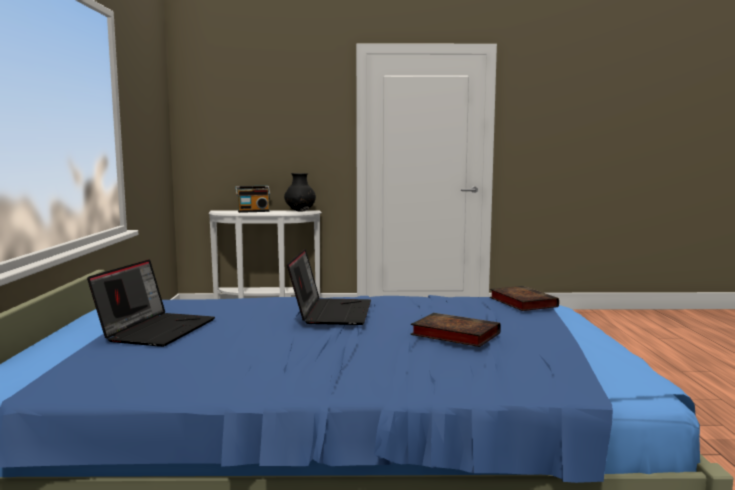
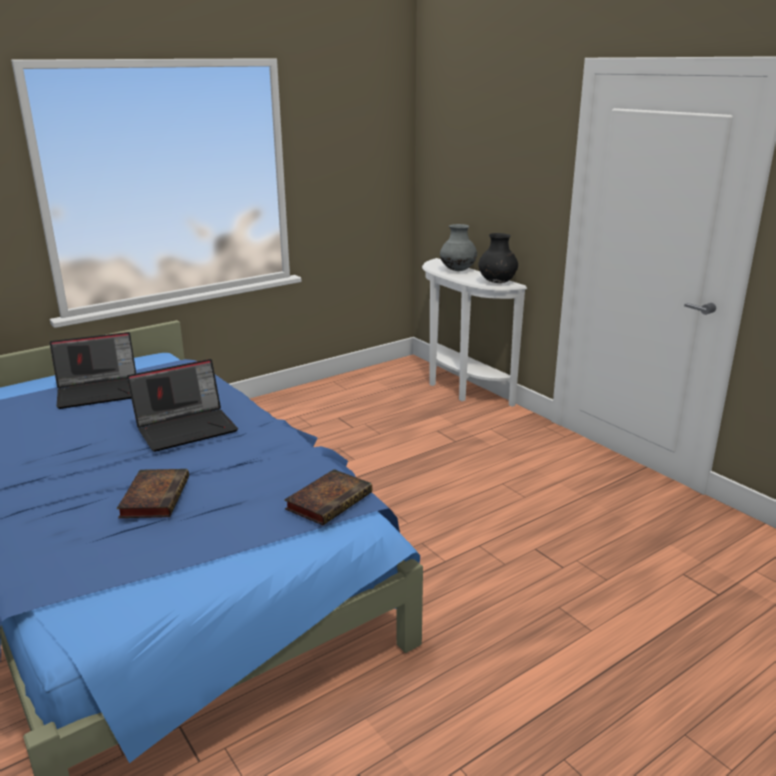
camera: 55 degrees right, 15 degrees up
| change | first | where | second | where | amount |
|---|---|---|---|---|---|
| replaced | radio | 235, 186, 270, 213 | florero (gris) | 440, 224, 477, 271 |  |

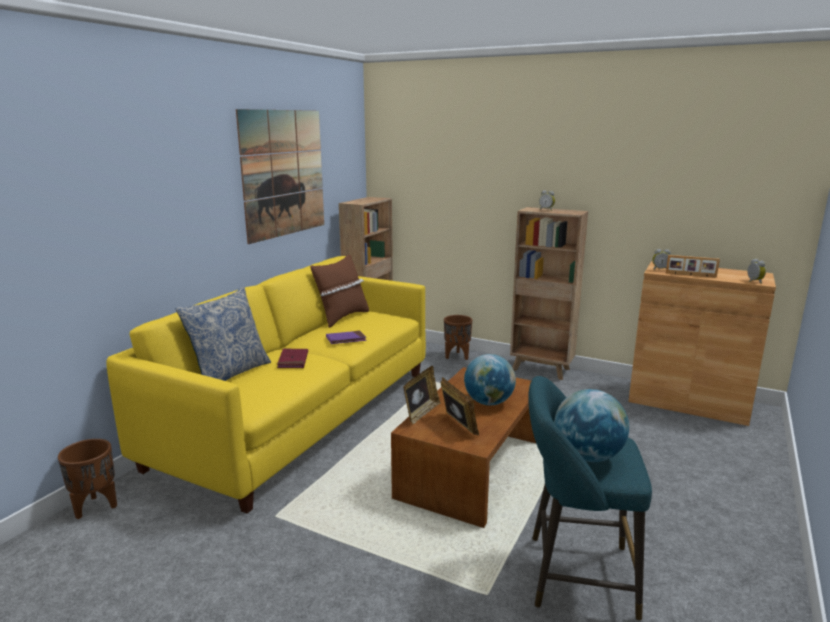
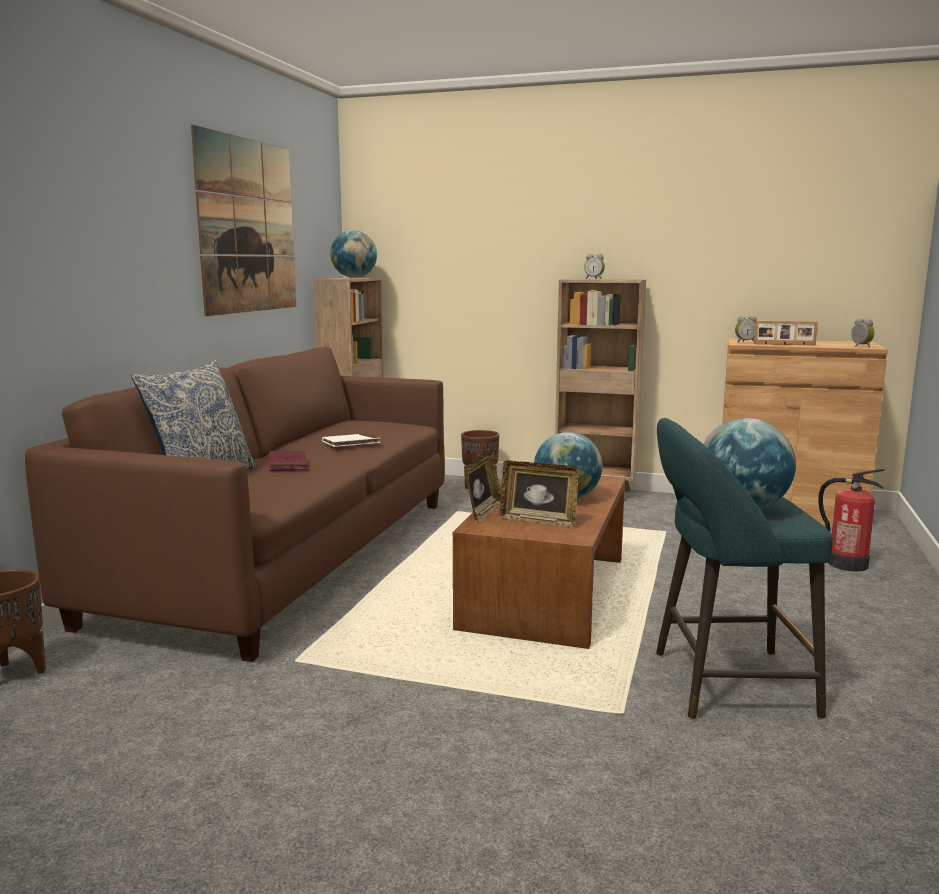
camera: 10 degrees left, 5 degrees down
| change | first | where | second | where | amount |
|---|---|---|---|---|---|
| recoloured | sofá (amarillo) | 106, 256, 426, 513 | sofá (marrón) | 25, 347, 445, 662 |  |
| recoloured | libro (morado) | 326, 330, 366, 344 | libro (blanco) | 322, 433, 381, 447 |  |
| added |  |  | globo terráqueo | 330, 230, 377, 278 |  |
| turned | portarretratos | 440, 377, 479, 435 |  | 499, 460, 579, 527 | 150 degrees clockwise |
| added |  |  | extintor | 818, 469, 885, 572 |  |
| removed | cojín (marrón) | 310, 255, 369, 328 |  |  |  |

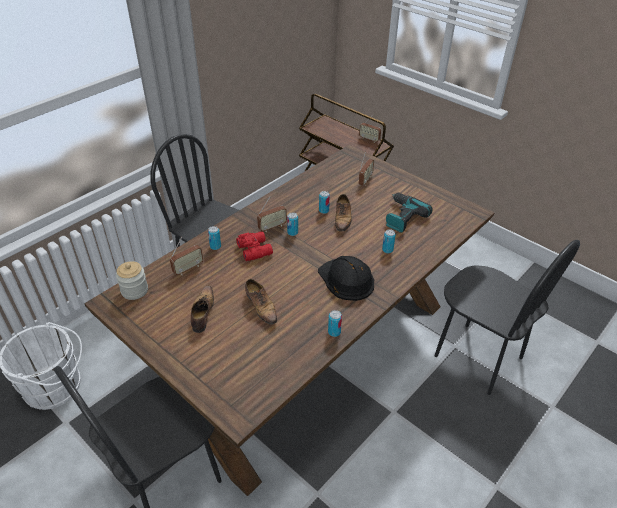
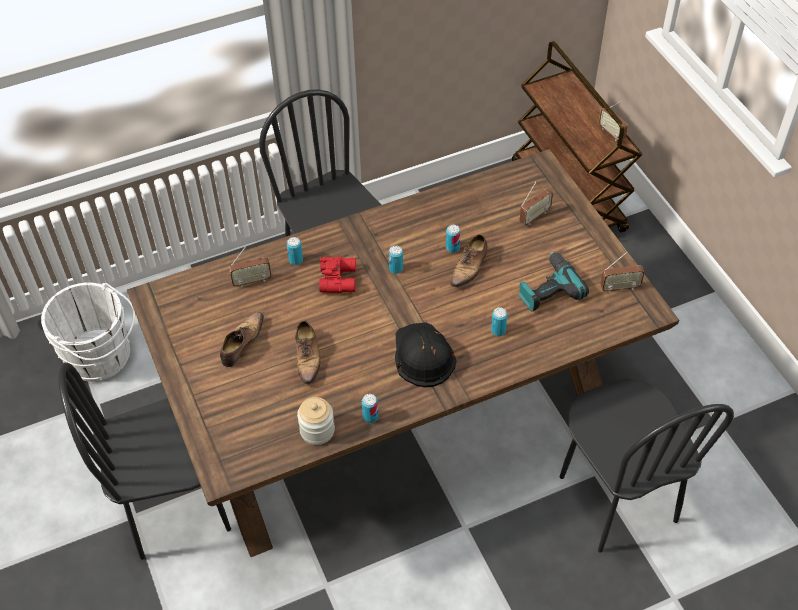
camera: 25 degrees right, 10 degrees up
| change | first | where | second | where | amount |
|---|---|---|---|---|---|
| moved | tarro | 116, 261, 148, 300 |  | 297, 397, 335, 445 |  |
| moved | radio | 257, 196, 287, 232 |  | 600, 252, 645, 293 |  |

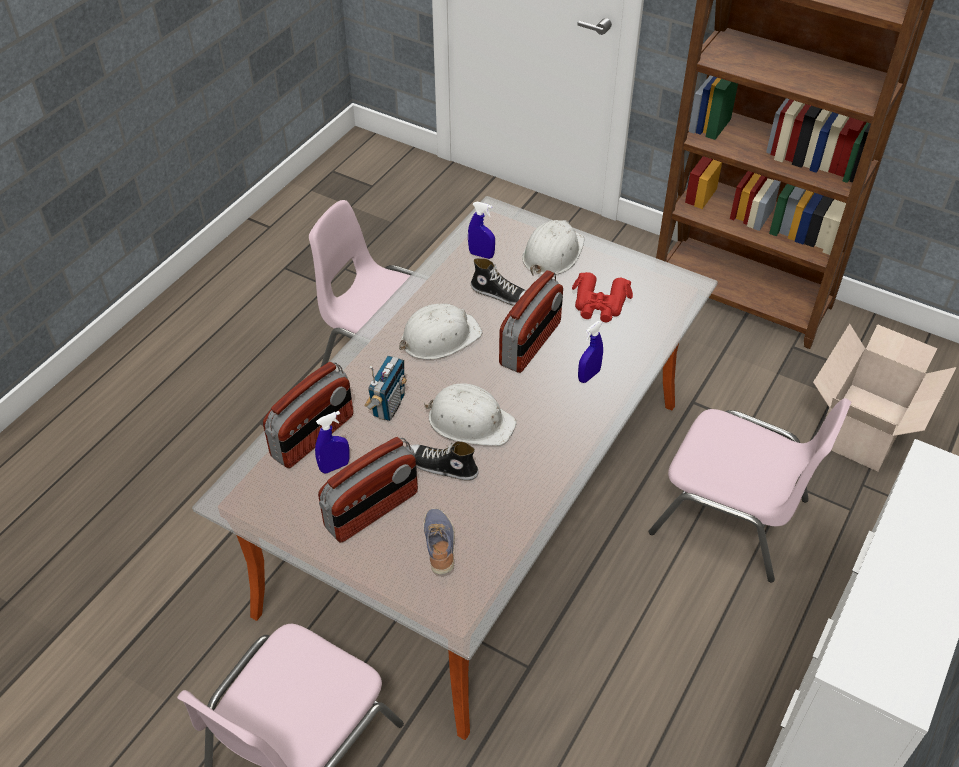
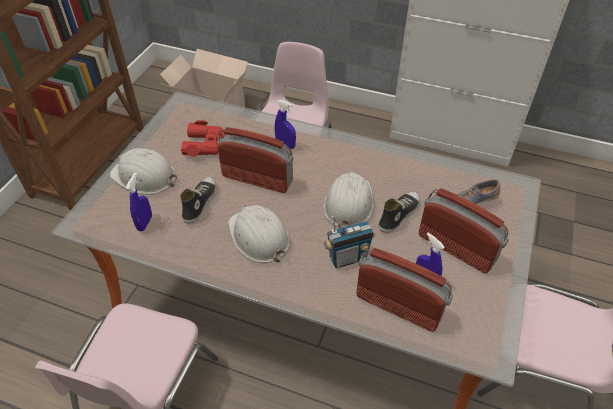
camera: 100 degrees left, 0 degrees up
| change | first | where | second | where | amount |
|---|---|---|---|---|---|
| turned | radio | 364, 356, 407, 421 |  | 324, 216, 375, 268 | 150 degrees clockwise |
| turned | zapato | 410, 441, 479, 480 |  | 379, 191, 420, 233 | 150 degrees counterclockwise |

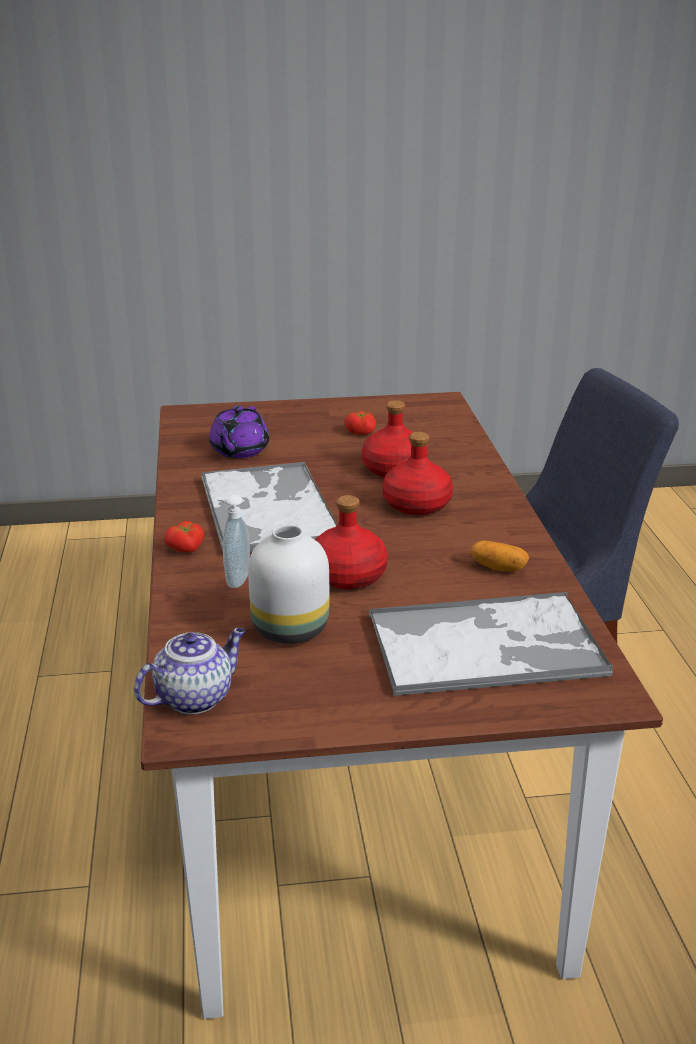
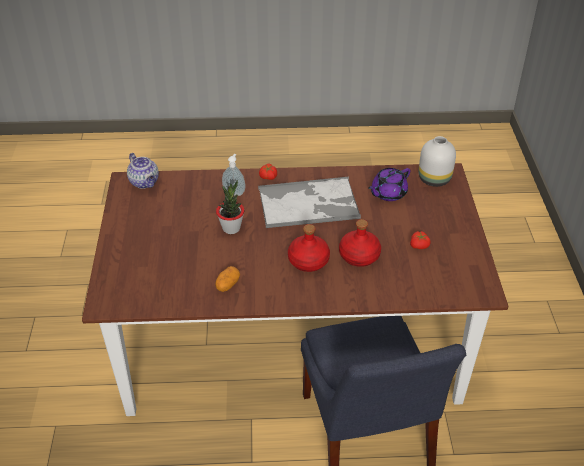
camera: 95 degrees right, 15 degrees up
| change | first | where | second | where | amount |
|---|---|---|---|---|---|
| replaced | botella (rojo) | 314, 495, 388, 589 | planta en maceta | 216, 180, 244, 234 |  |
| turned | tetera (morado) | 209, 406, 269, 458 |  | 368, 168, 410, 201 | 60 degrees counterclockwise |
| moved | florero (blanco) | 248, 525, 329, 644 |  | 419, 136, 456, 187 |  |
| removed | bandeja | 369, 592, 613, 696 |  |  |  |

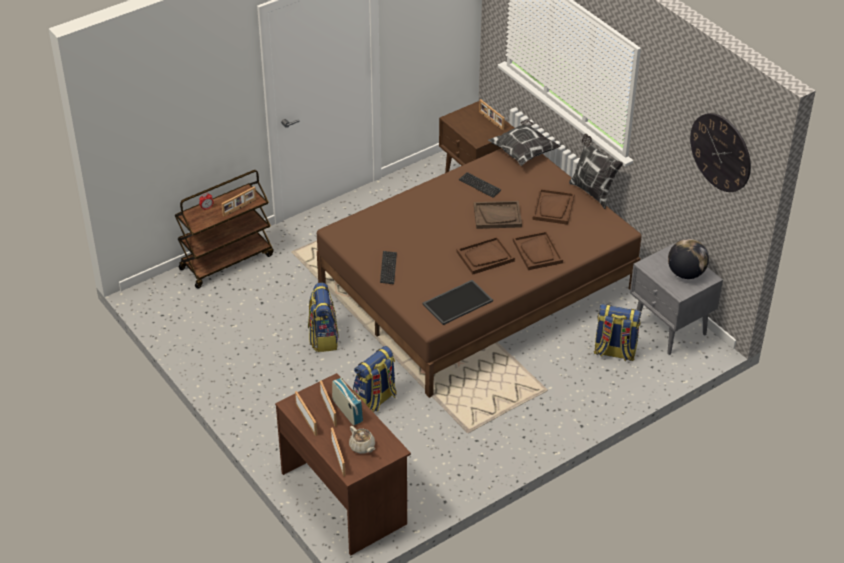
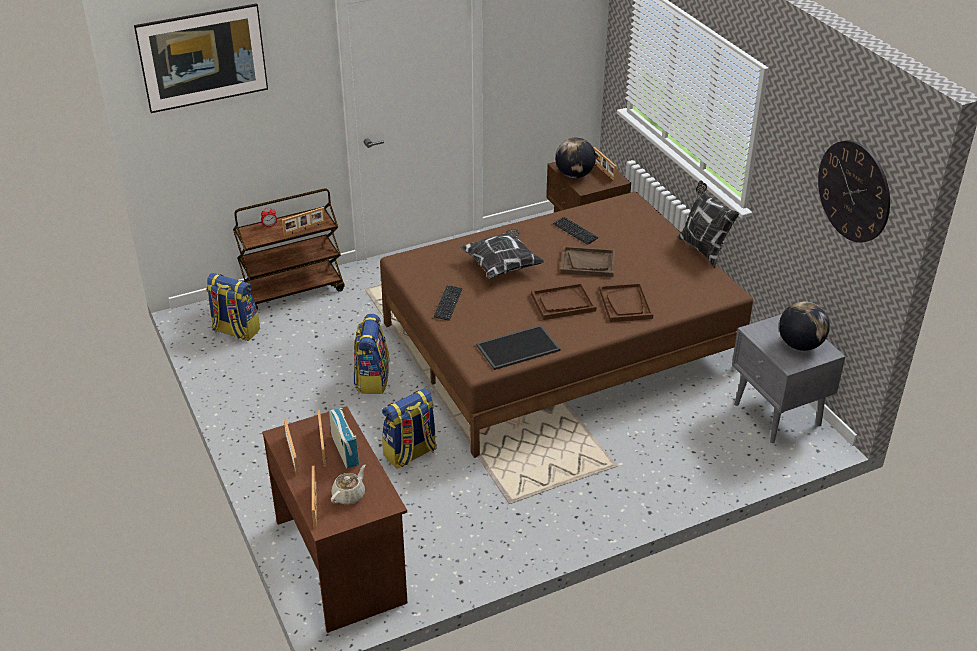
camera: 10 degrees right, 5 degrees down
| change | first | where | second | where | amount |
|---|---|---|---|---|---|
| added |  |  | cuadro | 134, 3, 268, 113 |  |
| moved | mochila | 594, 304, 642, 361 |  | 206, 273, 260, 341 |  |
| turned | tetera (beis) | 349, 426, 375, 454 |  | 331, 465, 366, 505 | 120 degrees counterclockwise |
| moved | cojín | 488, 119, 561, 166 |  | 460, 229, 545, 279 |  |
| added |  |  | globo terráqueo | 555, 138, 596, 178 |  |
| removed | bandeja (marrón) | 533, 188, 575, 225 |  |  |  |

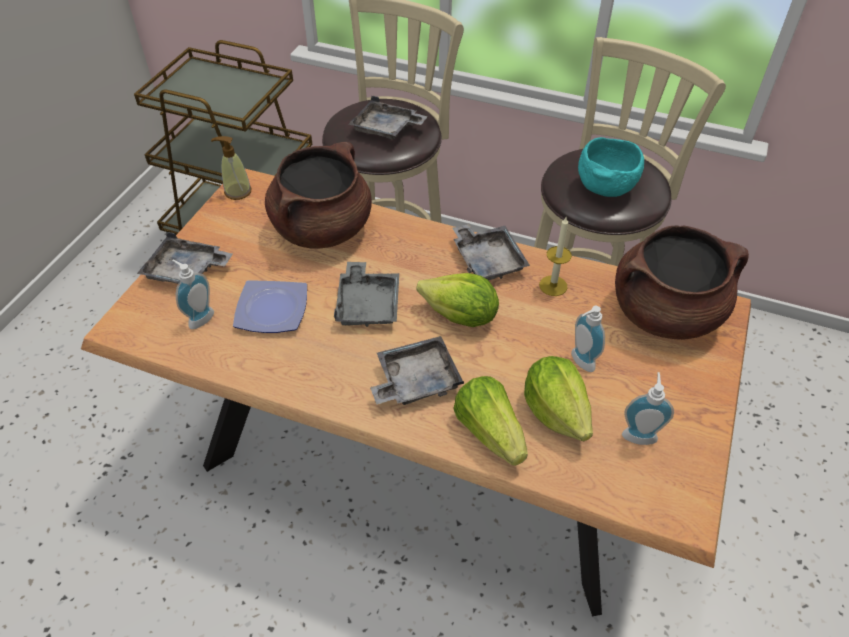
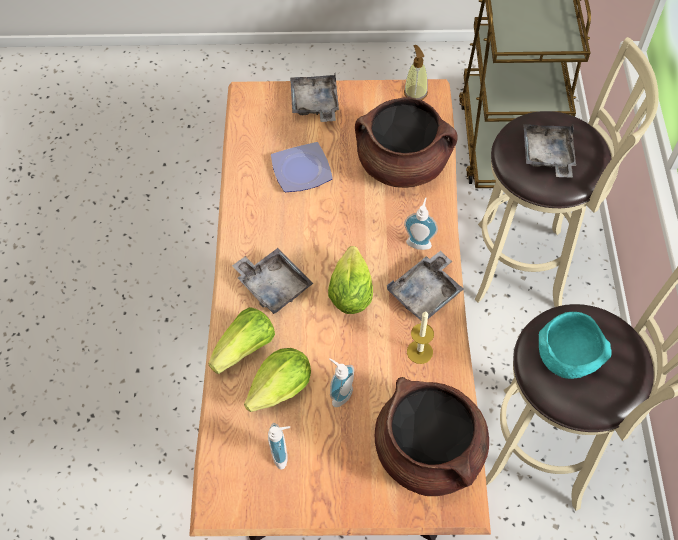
camera: 70 degrees right, 10 degrees up
| change | first | where | second | where | amount |
|---|---|---|---|---|---|
| moved | dispensador de jabón | 172, 260, 214, 329 |  | 404, 197, 438, 250 |  |
| removed | bandeja (gris) | 334, 262, 399, 327 |  |  |  |

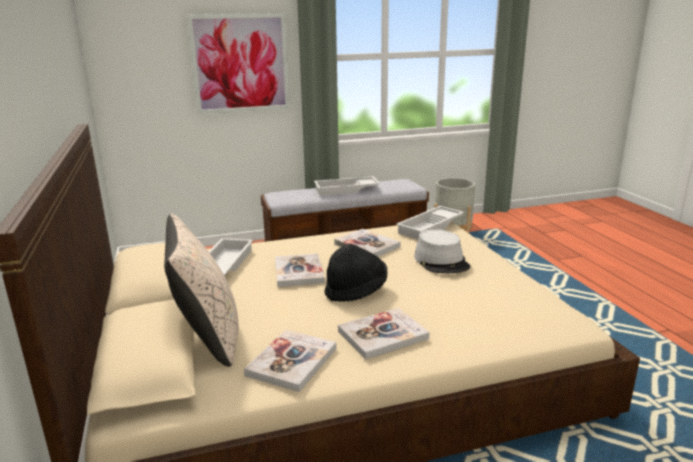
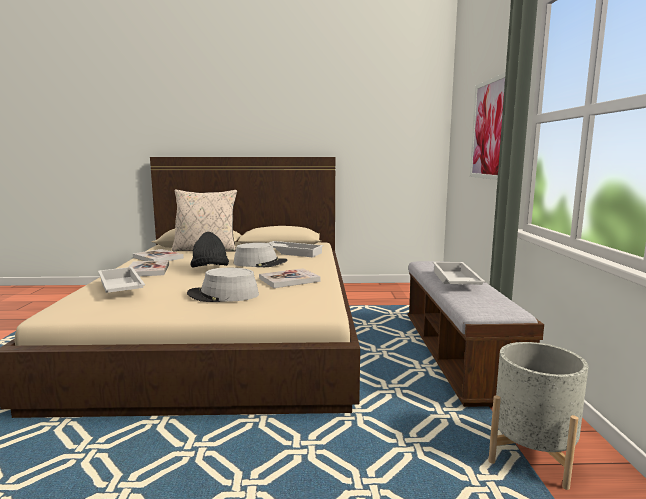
camera: 105 degrees right, 10 degrees down
| change | first | where | second | where | amount |
|---|---|---|---|---|---|
| moved | bandeja (blanco) | 396, 206, 464, 240 |  | 98, 267, 145, 293 |  |
| replaced | libro | 275, 253, 325, 287 | sombrero (gris) | 234, 243, 287, 267 |  |

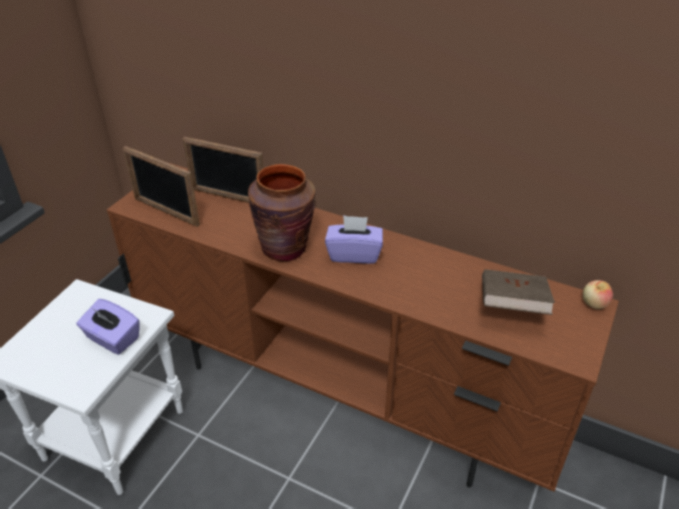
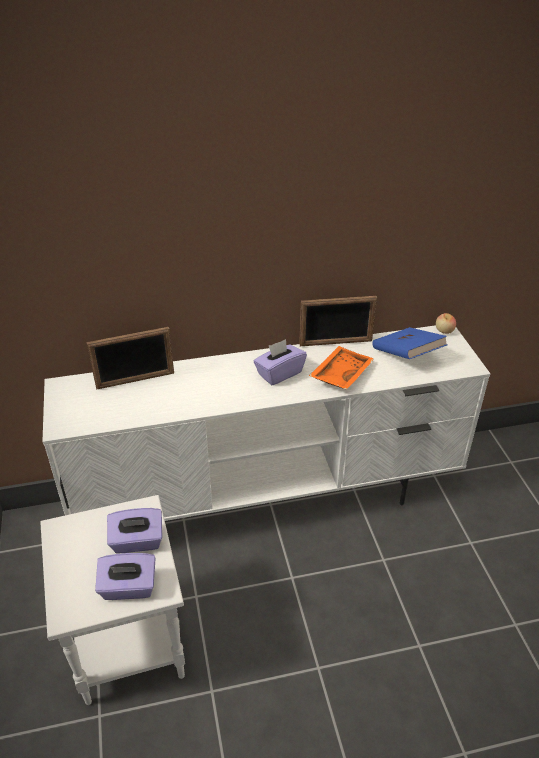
camera: 40 degrees left, 0 degrees up
| change | first | where | second | where | amount |
|---|---|---|---|---|---|
| recoloured | mueble de televisión (marrón) | 107, 163, 619, 492 | mueble de televisión (blanco) | 42, 325, 490, 521 |  |
| added |  |  | caja de pañuelos (morado) | 95, 553, 156, 600 |  |
| moved | portarretratos | 123, 146, 200, 227 |  | 299, 296, 377, 346 |  |
| added |  |  | bandeja (naranja) | 309, 346, 374, 390 |  |
| recoloured | libro (marrón) | 482, 269, 555, 315 | libro (azul) | 372, 327, 448, 359 |  |
| removed | florero (marrón) | 248, 164, 316, 261 |  |  |  |

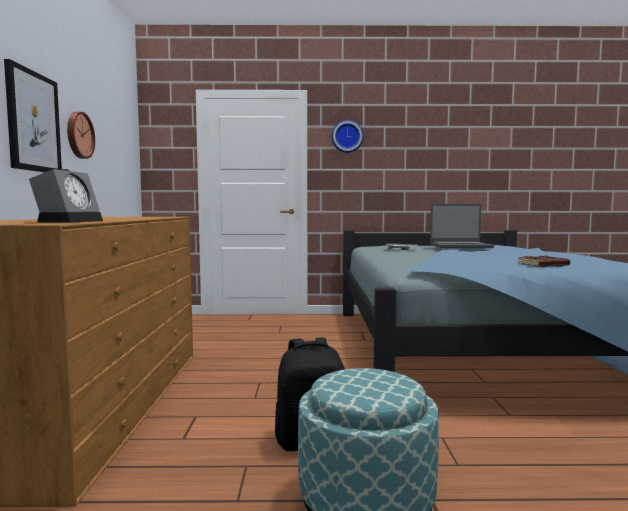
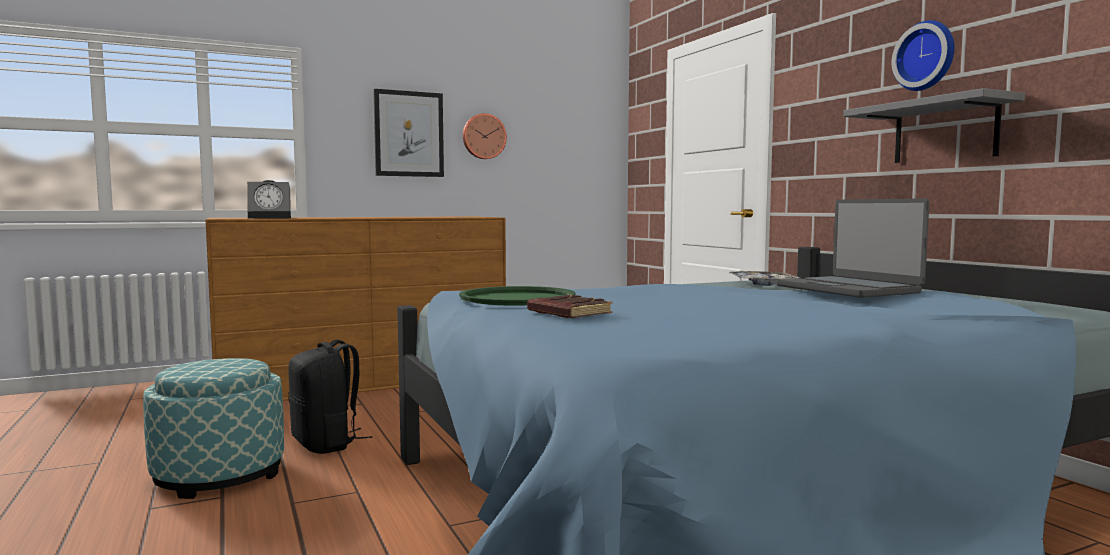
camera: 65 degrees right, 0 degrees up
| change | first | where | second | where | amount |
|---|---|---|---|---|---|
| added |  |  | bandeja (verde) | 459, 286, 576, 306 |  |
| added |  |  | estante (gris) | 843, 88, 1025, 163 |  |
| moved | reloj de pared | 331, 120, 363, 153 |  | 892, 20, 954, 91 |  |

